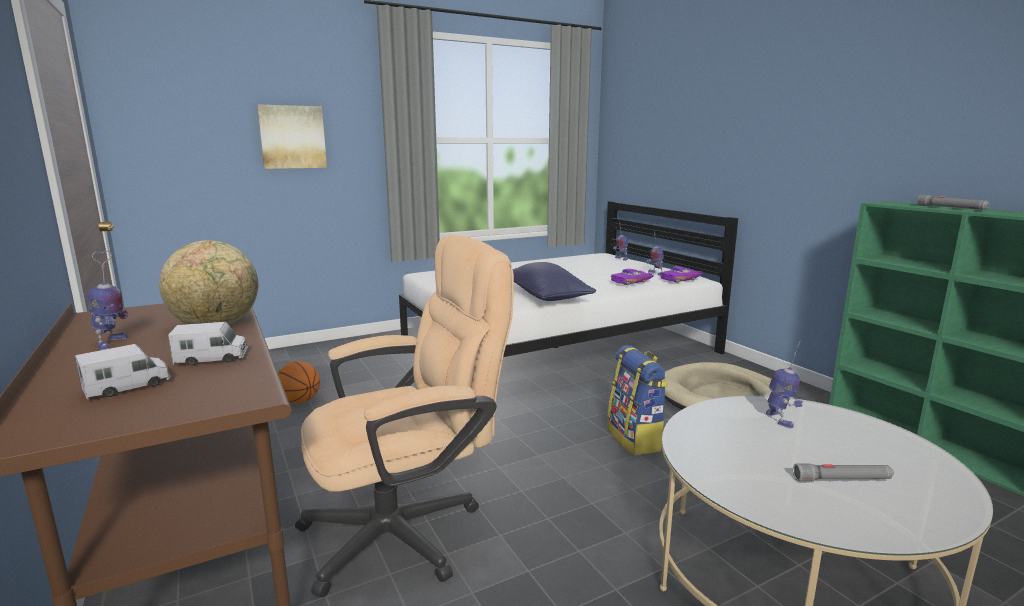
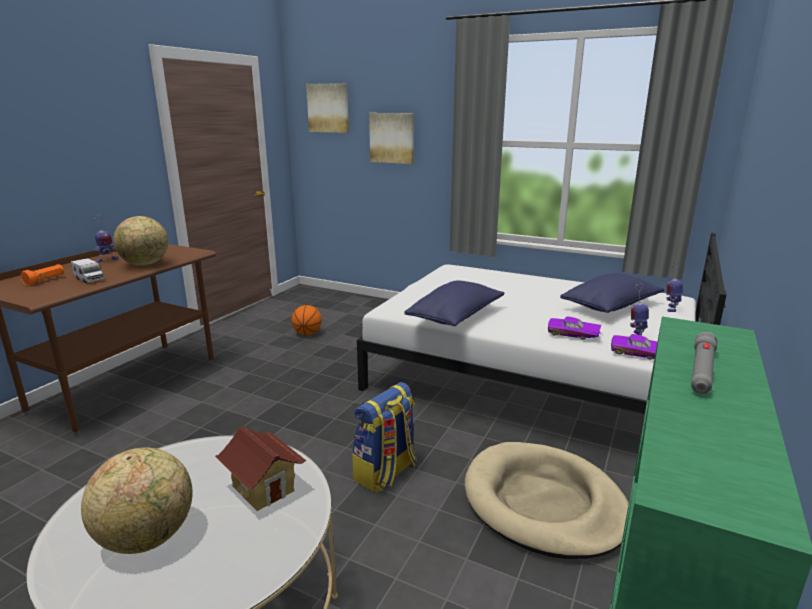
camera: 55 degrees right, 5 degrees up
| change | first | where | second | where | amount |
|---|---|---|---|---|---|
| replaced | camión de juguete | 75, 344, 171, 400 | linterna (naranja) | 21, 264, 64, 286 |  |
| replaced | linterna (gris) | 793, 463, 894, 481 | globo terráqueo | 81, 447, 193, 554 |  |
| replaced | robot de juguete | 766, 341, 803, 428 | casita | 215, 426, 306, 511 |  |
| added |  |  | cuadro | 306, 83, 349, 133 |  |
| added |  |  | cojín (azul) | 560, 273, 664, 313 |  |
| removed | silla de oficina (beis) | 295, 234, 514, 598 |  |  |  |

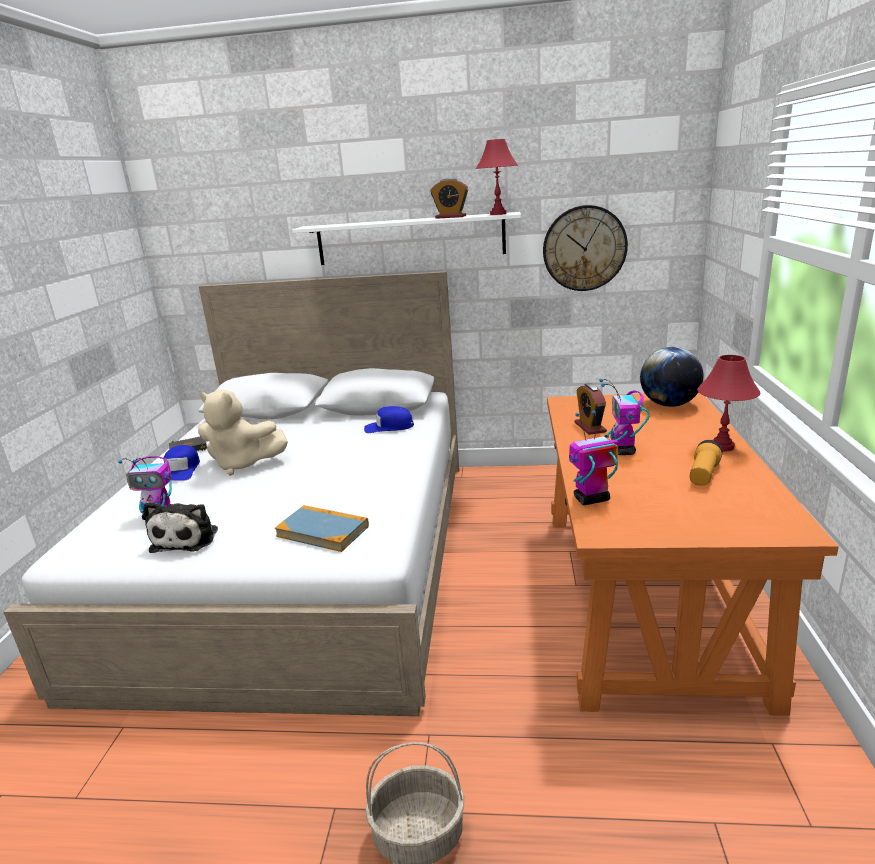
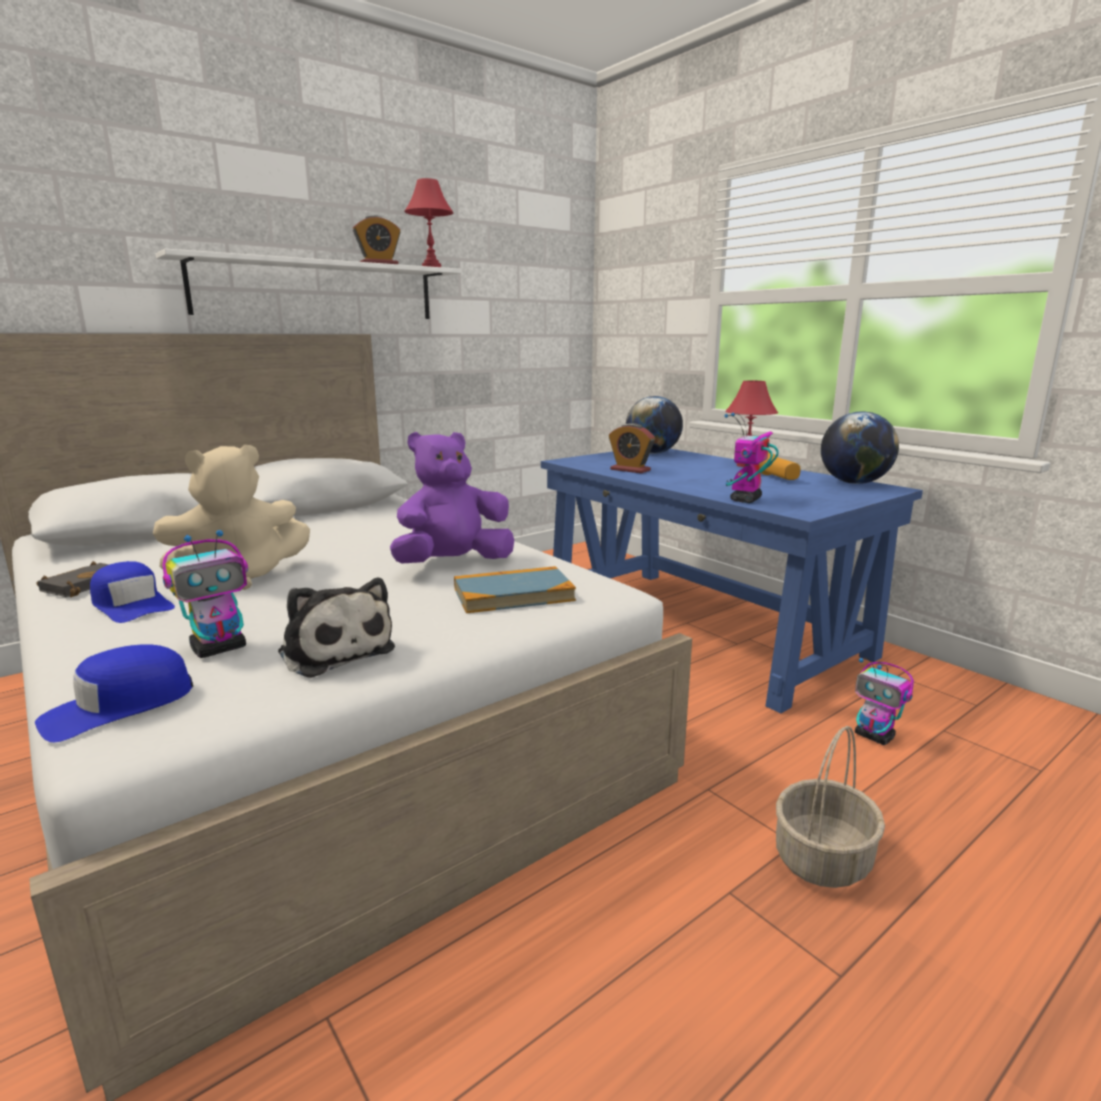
camera: 45 degrees left, 5 degrees down
| change | first | where | second | where | amount |
|---|---|---|---|---|---|
| moved | gorra (azul) | 364, 406, 414, 433 |  | 35, 644, 193, 742 |  |
| added |  |  | peluche (morado) | 390, 432, 514, 564 |  |
| recoloured | escritorio (naranja) | 547, 392, 839, 716 | escritorio (azul) | 541, 449, 923, 713 |  |
| added |  |  | globo terráqueo | 821, 411, 899, 484 |  |
| moved | robot de juguete | 599, 379, 650, 455 |  | 855, 658, 914, 745 |  |
| removed | reloj de pared | 543, 205, 628, 291 |  |  |  |

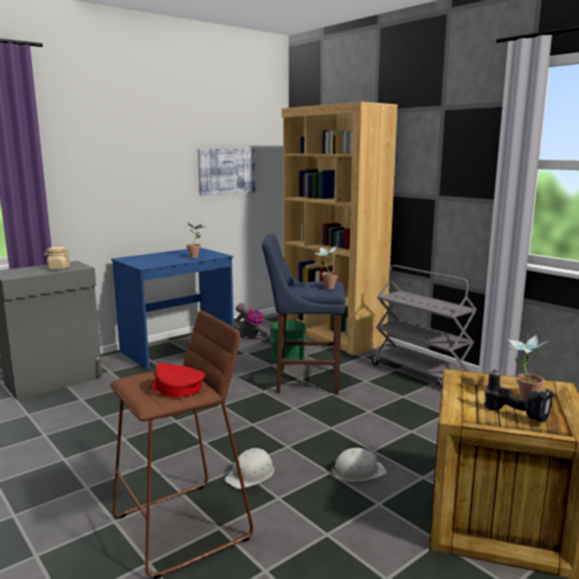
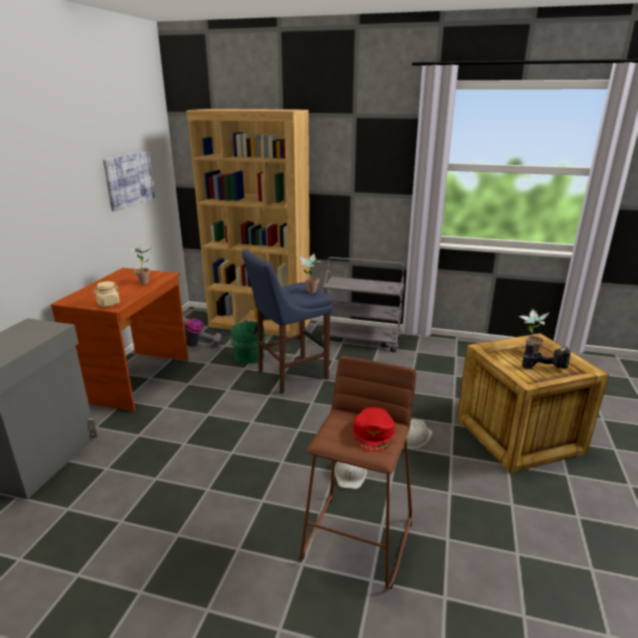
camera: 35 degrees left, 10 degrees up
| change | first | where | second | where | amount |
|---|---|---|---|---|---|
| recoloured | escritorio (azul) | 111, 248, 234, 370 | escritorio (marrón) | 51, 268, 188, 412 |  |
| moved | tarro (beis) | 44, 247, 70, 270 |  | 93, 281, 120, 307 |  |
| turned | gorra (rojo) | 143, 363, 205, 397 |  | 353, 407, 395, 452 | 60 degrees counterclockwise |

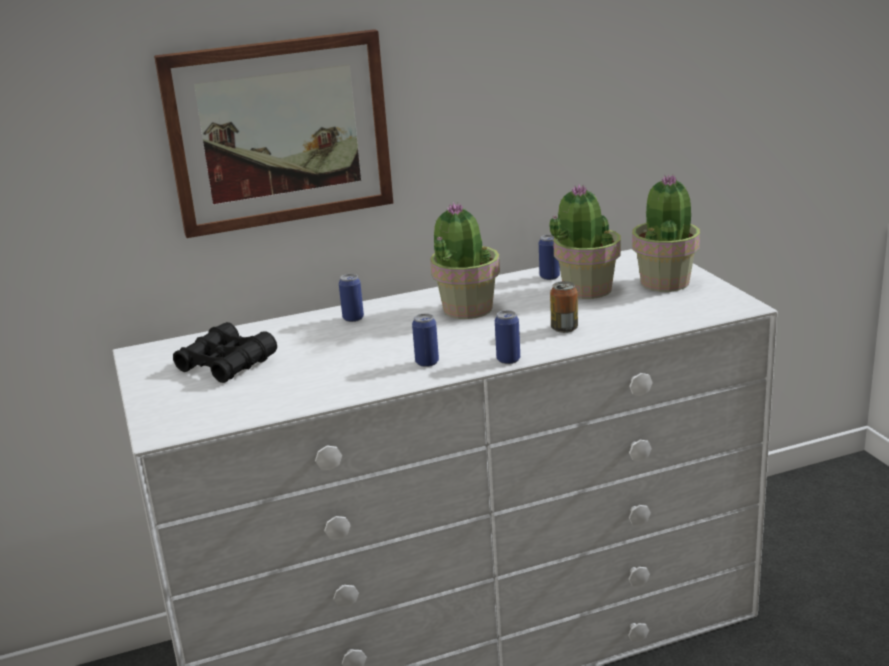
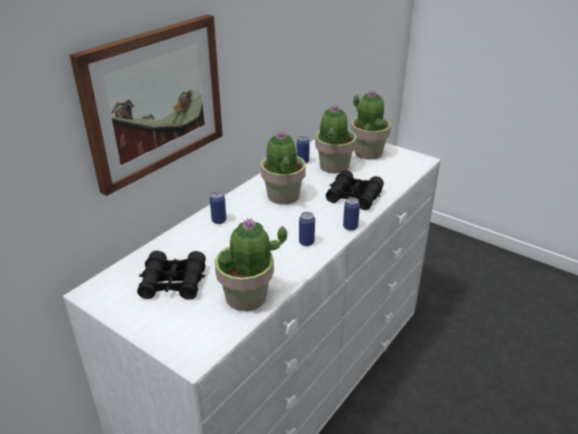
camera: 35 degrees left, 10 degrees up
| change | first | where | second | where | amount |
|---|---|---|---|---|---|
| added |  |  | planta en maceta | 215, 218, 288, 311 |  |
| replaced | lata | 550, 281, 578, 333 | prismáticos (negro) | 326, 170, 384, 210 |  |

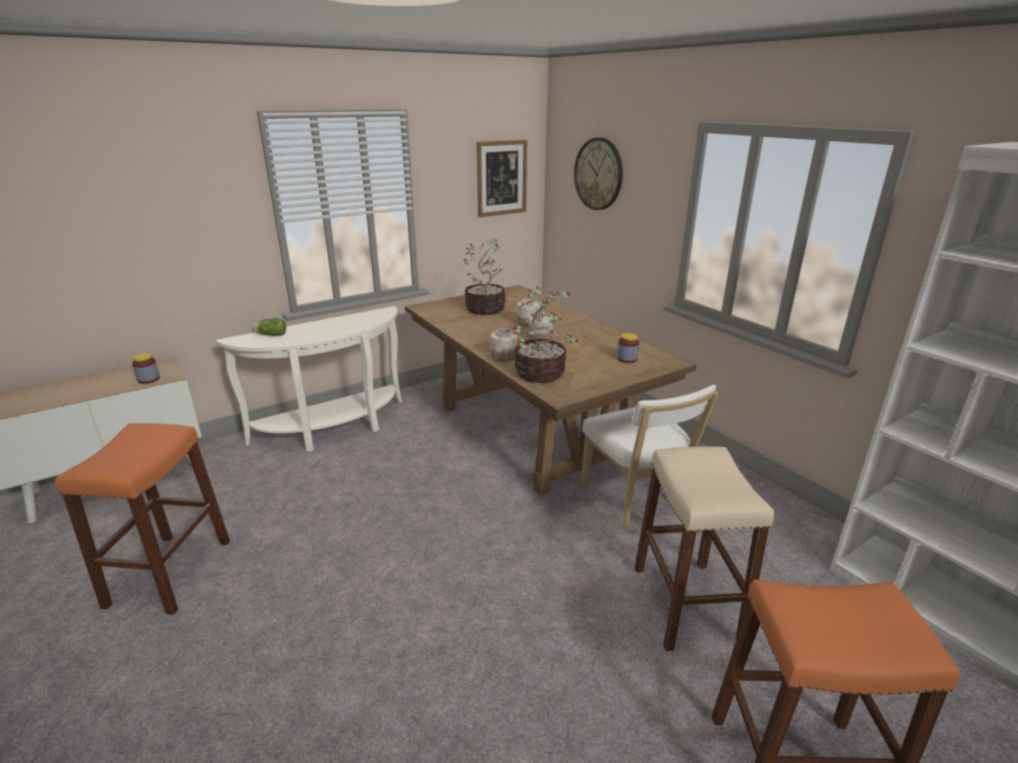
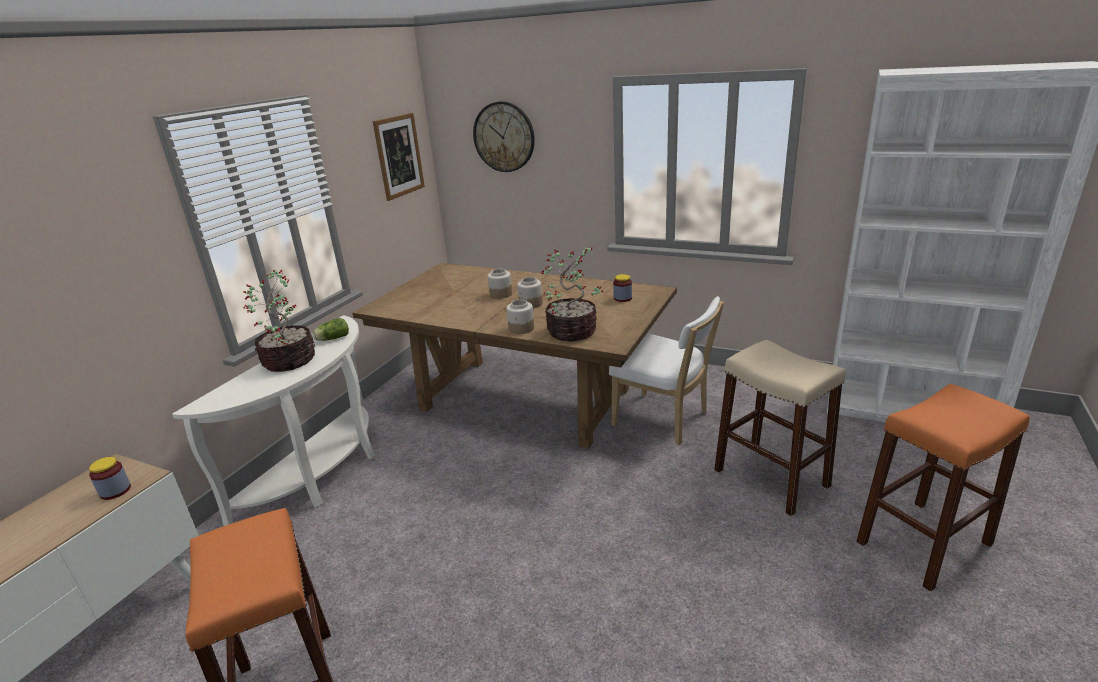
camera: 30 degrees left, 0 degrees up
| change | first | where | second | where | amount |
|---|---|---|---|---|---|
| moved | planta en maceta | 463, 239, 506, 315 |  | 243, 270, 315, 372 |  |
| moved | lechuga | 252, 318, 286, 336 |  | 312, 318, 349, 341 |  |

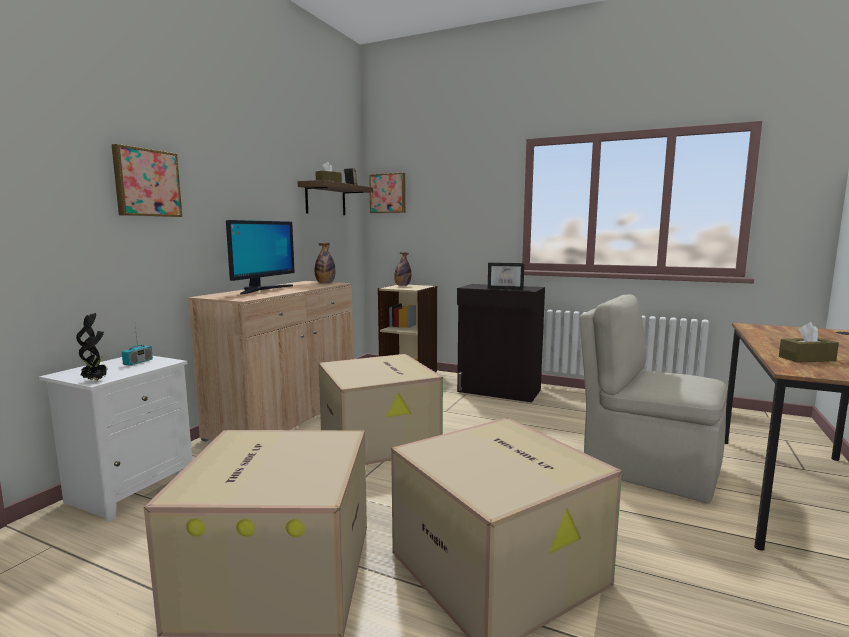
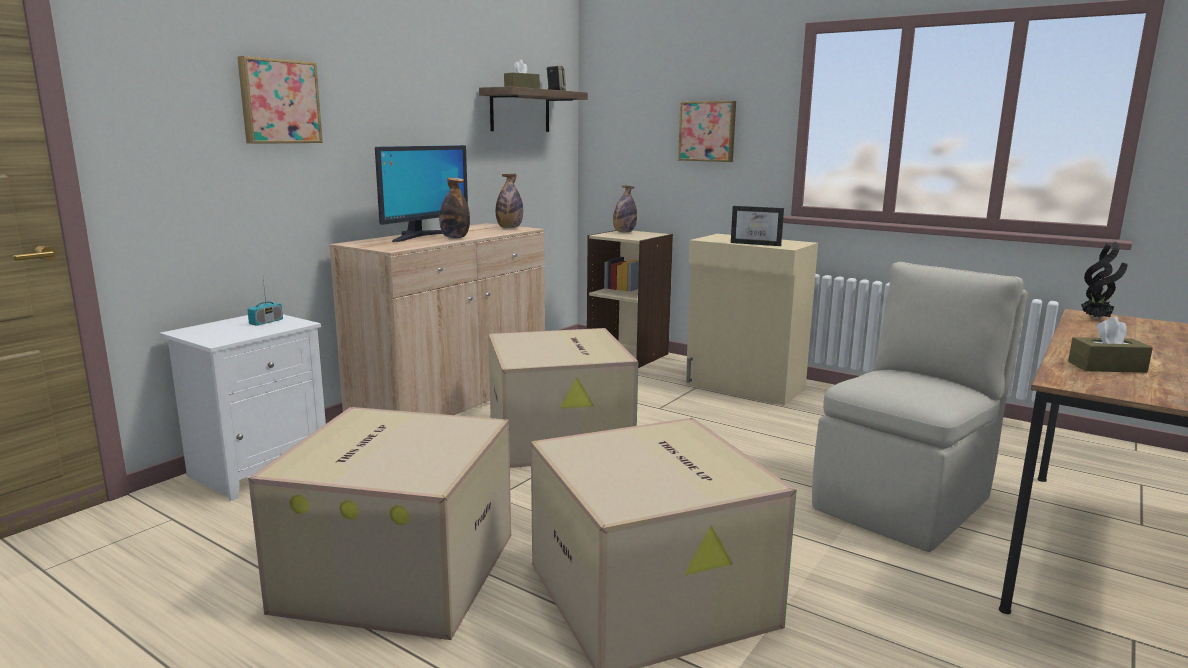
camera: 10 degrees right, 5 degrees up
| change | first | where | second | where | amount |
|---|---|---|---|---|---|
| added |  |  | botella | 439, 178, 470, 238 |  |
| moved | cuadro | 369, 173, 405, 213 |  | 678, 101, 736, 162 |  |
| recoloured | armario (negro) | 457, 284, 545, 402 | armario (beis) | 686, 234, 818, 405 |  |
| turned | silla (beis) | 579, 294, 728, 504 |  | 812, 262, 1027, 552 | 90 degrees clockwise |
| moved | planta en maceta | 76, 313, 106, 381 |  | 1081, 242, 1127, 319 |  |

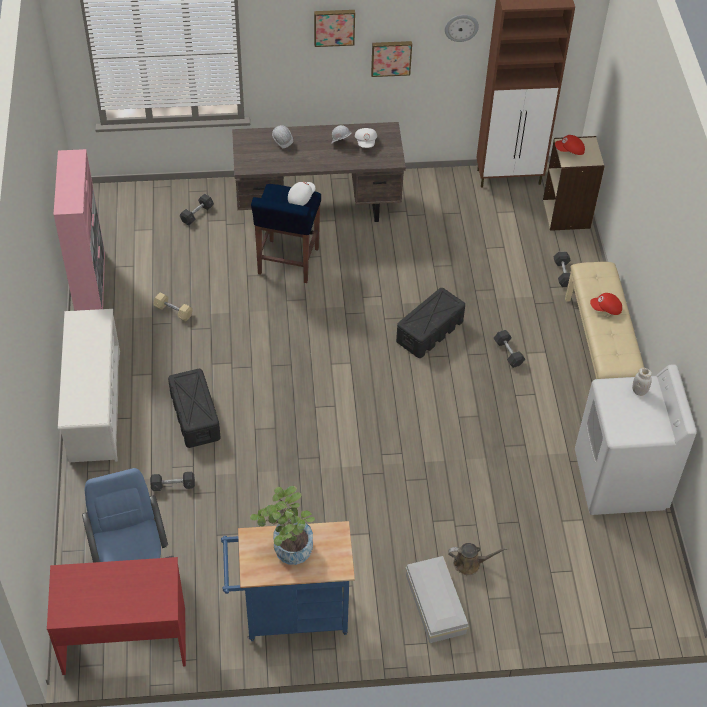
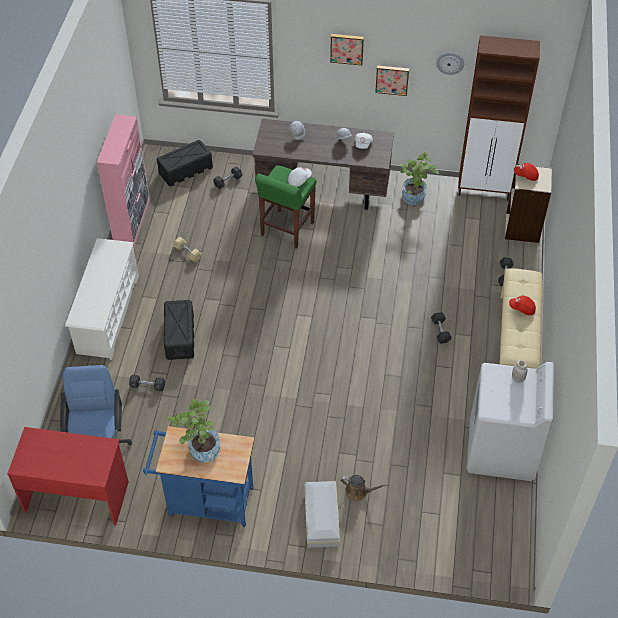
camera: 15 degrees right, 0 degrees up
| change | first | where | second | where | amount |
|---|---|---|---|---|---|
| moved | caja de almacenaje (negro) | 396, 288, 465, 358 |  | 157, 140, 213, 186 |  |
| recoloured | taburete (azul) | 251, 184, 321, 283 | taburete (verde) | 255, 165, 316, 249 |  |
| added |  |  | planta en maceta | 400, 152, 439, 205 |  |

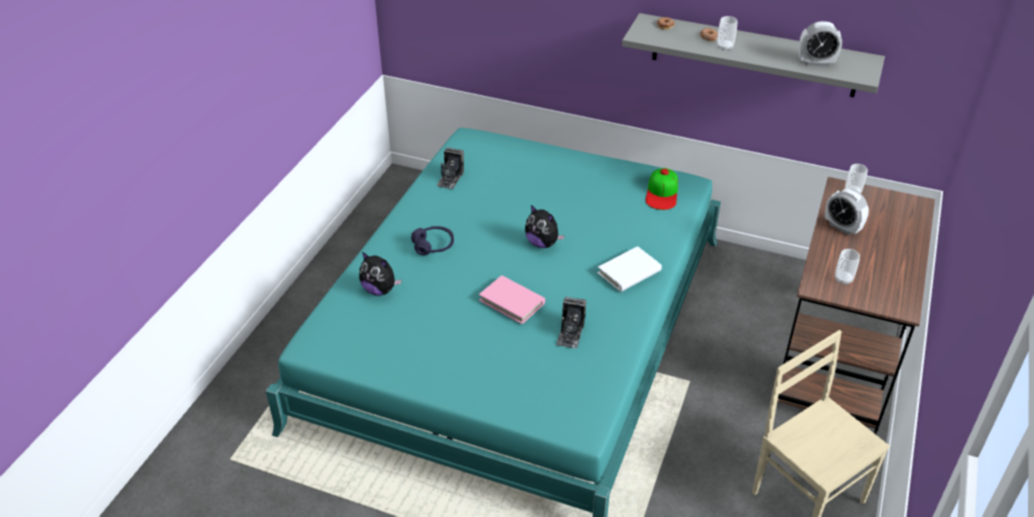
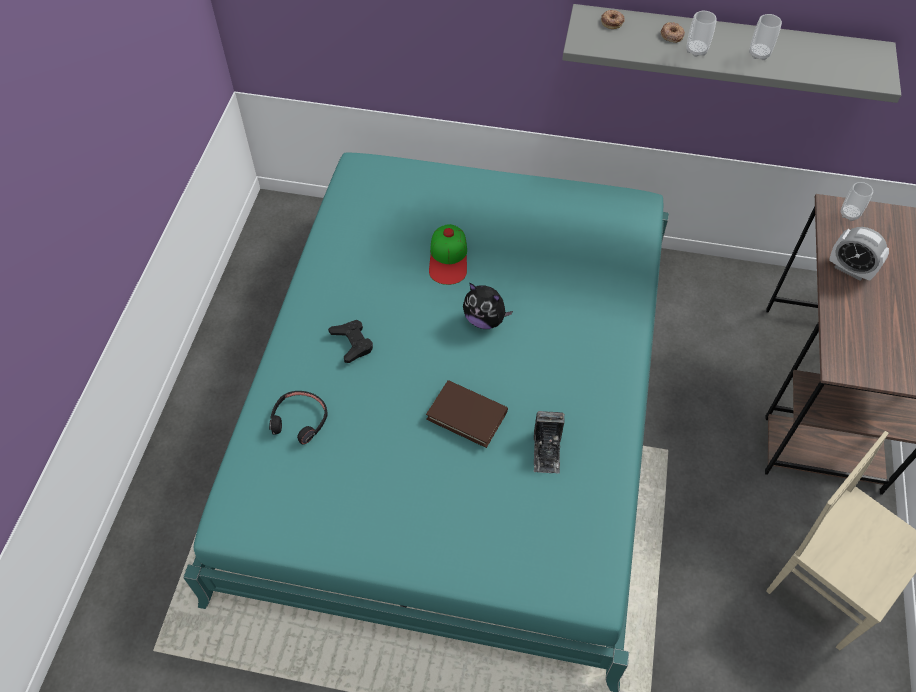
camera: 10 degrees left, 15 degrees up
| change | first | where | second | where | amount |
|---|---|---|---|---|---|
| replaced | peluche | 359, 252, 401, 295 | auriculares (negro) | 269, 391, 328, 445 |  |
| replaced | auriculares (morado) | 411, 226, 454, 255 | mando de consola (negro) | 328, 320, 373, 363 |  |
| recoloured | libro (rosa) | 479, 275, 545, 324 | libro (marrón) | 426, 380, 508, 448 |  |
| moved | gorra | 646, 168, 678, 210 |  | 429, 224, 467, 285 |  |
| moved | taza | 835, 249, 860, 285 |  | 749, 14, 782, 60 |  |
| removed | cámara | 436, 147, 464, 189 |  |  |  |
| removed | libro (blanco) | 597, 246, 662, 292 |  |  |  |
| removed | despertador | 799, 21, 842, 67 |  |  |  |

